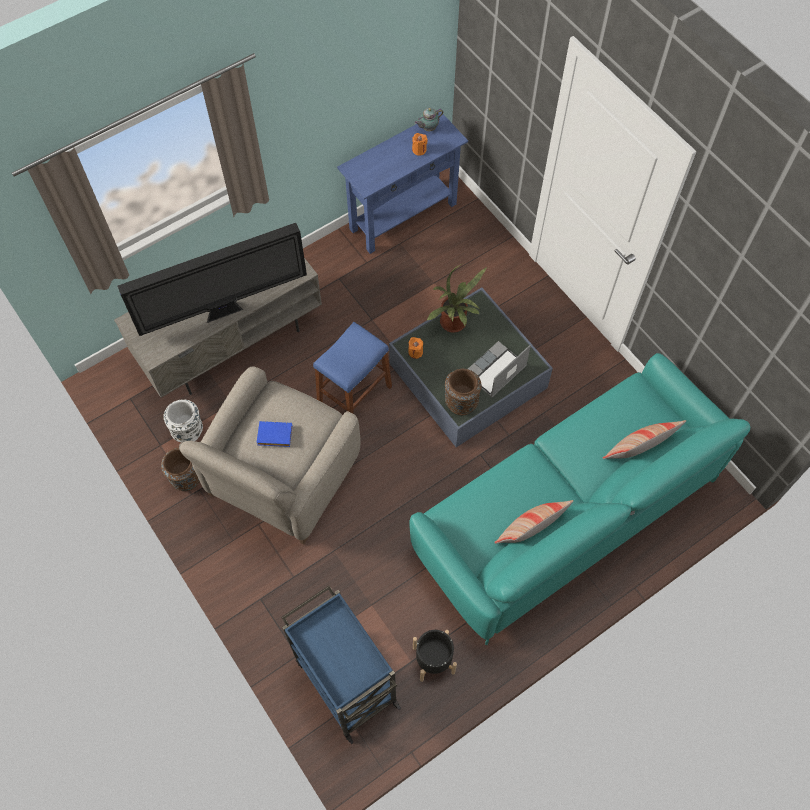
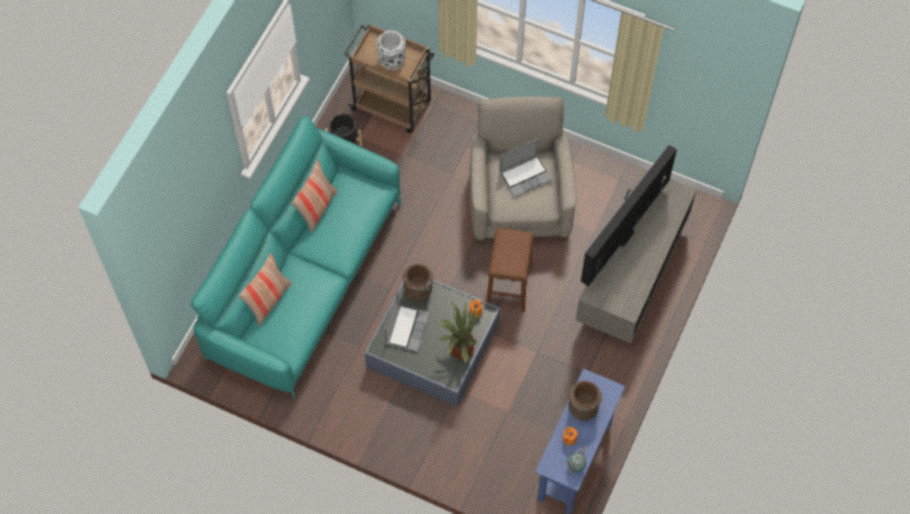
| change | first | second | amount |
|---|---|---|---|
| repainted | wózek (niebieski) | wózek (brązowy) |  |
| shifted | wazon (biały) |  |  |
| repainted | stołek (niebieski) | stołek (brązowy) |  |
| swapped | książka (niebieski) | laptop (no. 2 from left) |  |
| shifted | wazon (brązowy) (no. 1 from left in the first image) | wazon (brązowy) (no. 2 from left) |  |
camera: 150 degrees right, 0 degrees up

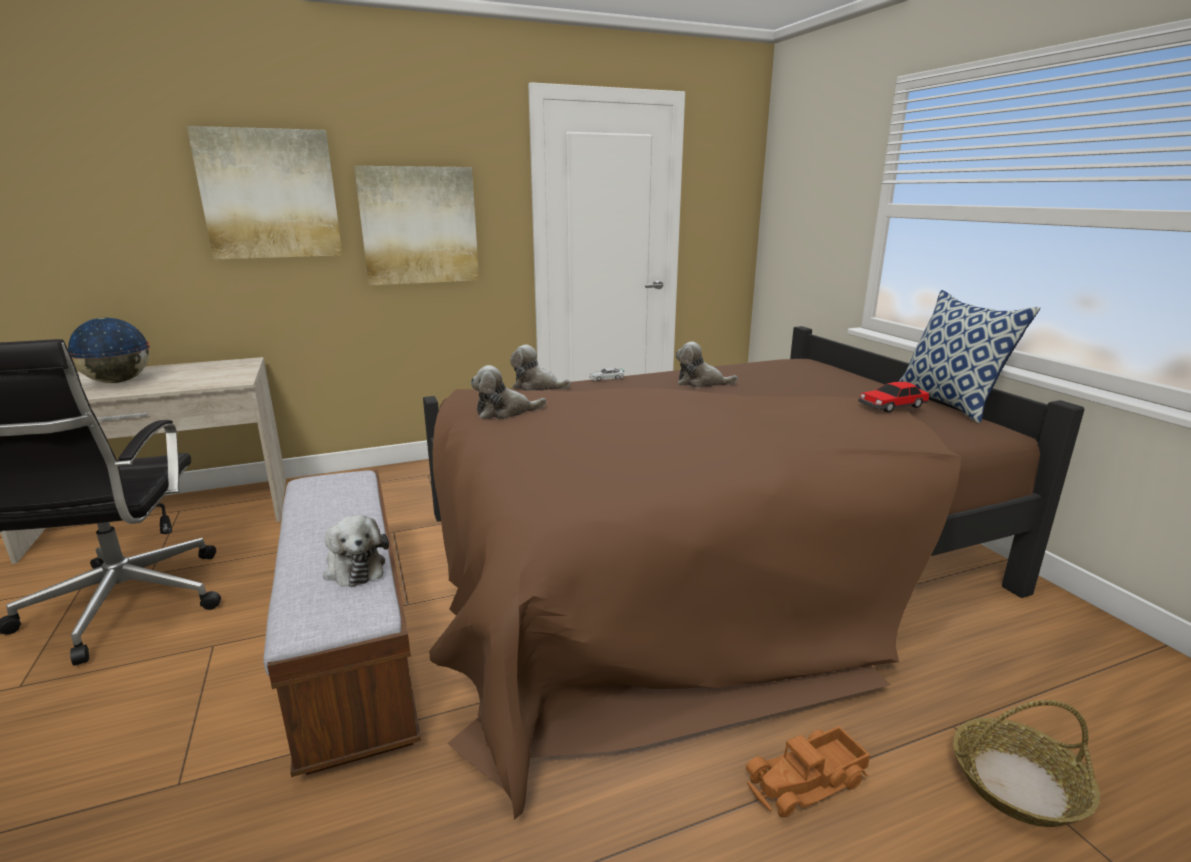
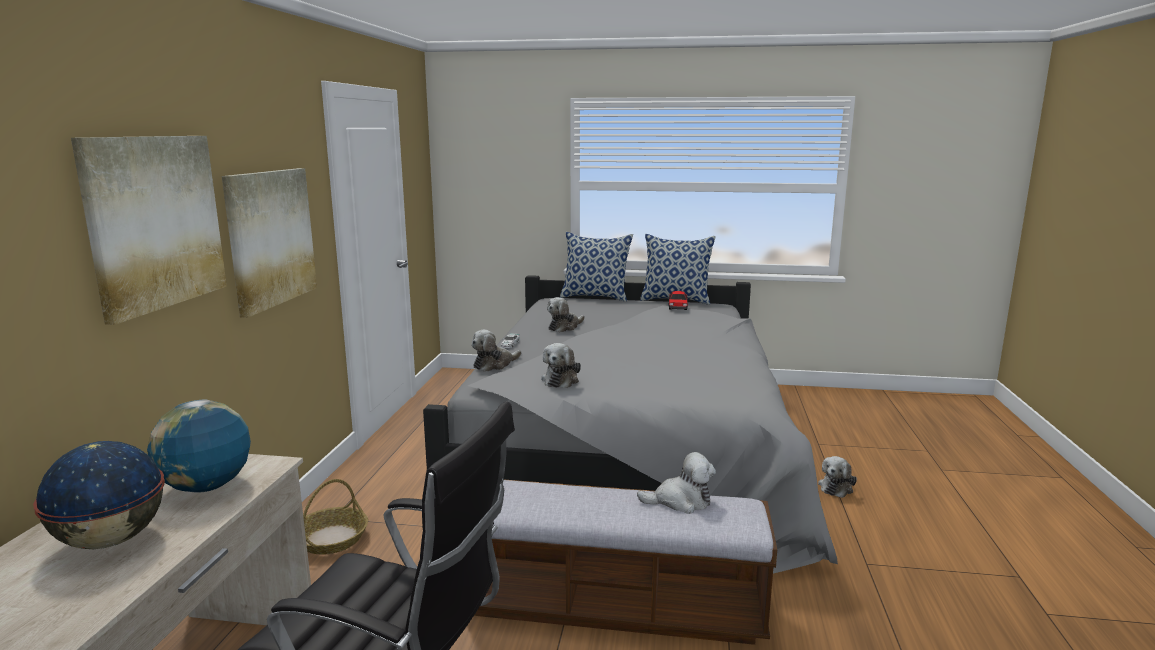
| change | first | second | amount |
|---|---|---|---|
| new |  | globus (no. 2 from left) |  |
| shifted | koszyk |  |  |
| repainted | łóżko (brązowy) | łóżko (szary) |  |
| new |  | poduszka (no. 1 from left) |  |
| swapped | ciężarówka zabawkowa | pluszak (no. 5 from left) |  |
camera: 60 degrees left, 5 degrees down

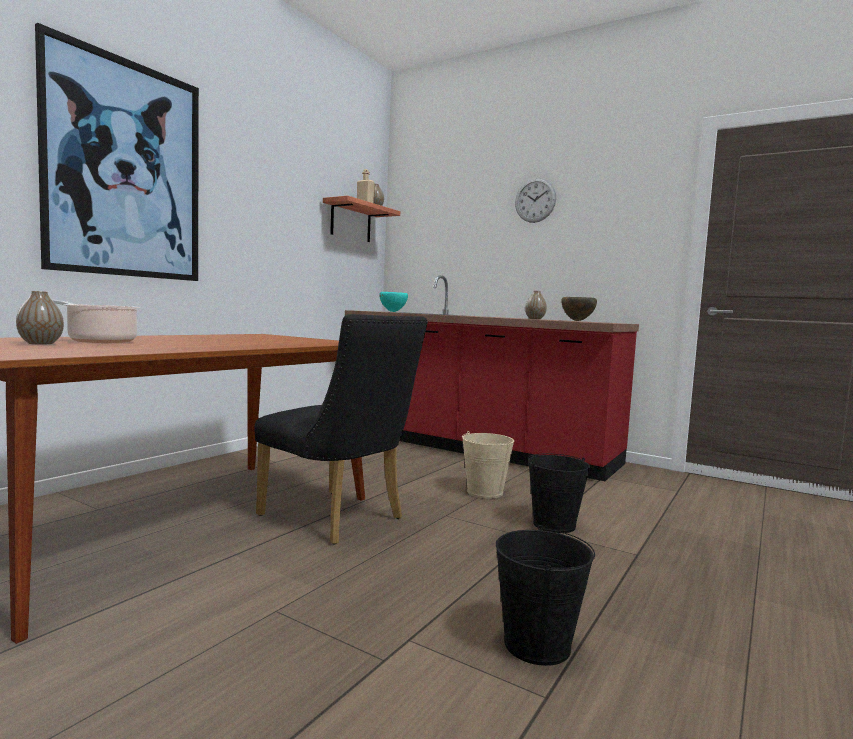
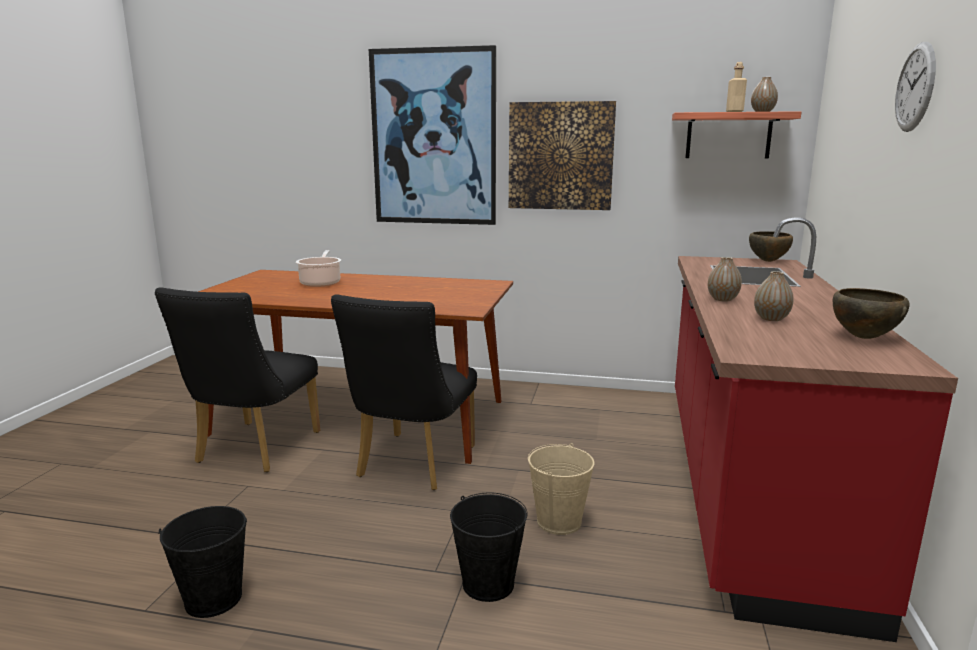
| change | first | second | amount |
|---|---|---|---|
| new |  | krzesło (czarny) (no. 1 from left) |  |
| new |  | obraz (no. 2 from left) |  |
| shifted | wazon (no. 1 from left) |  |  |
| repainted | miska (turkusowy) | miska (brązowy) (no. 1 from left) |  |
camera: 70 degrees right, 10 degrees up

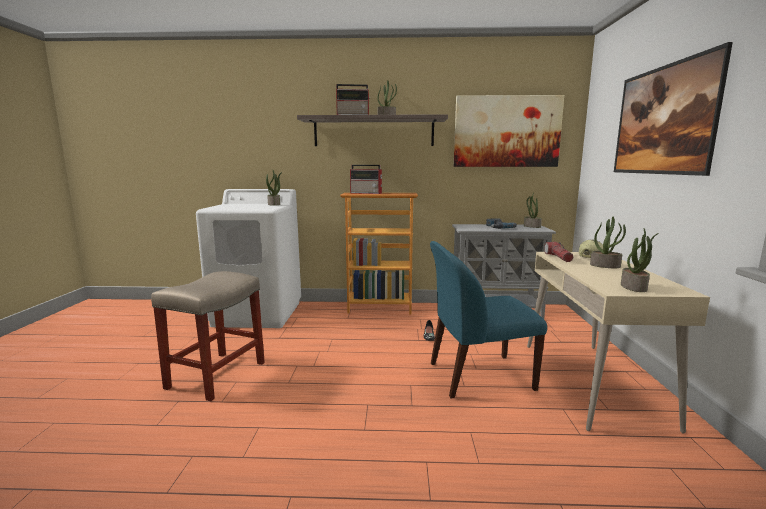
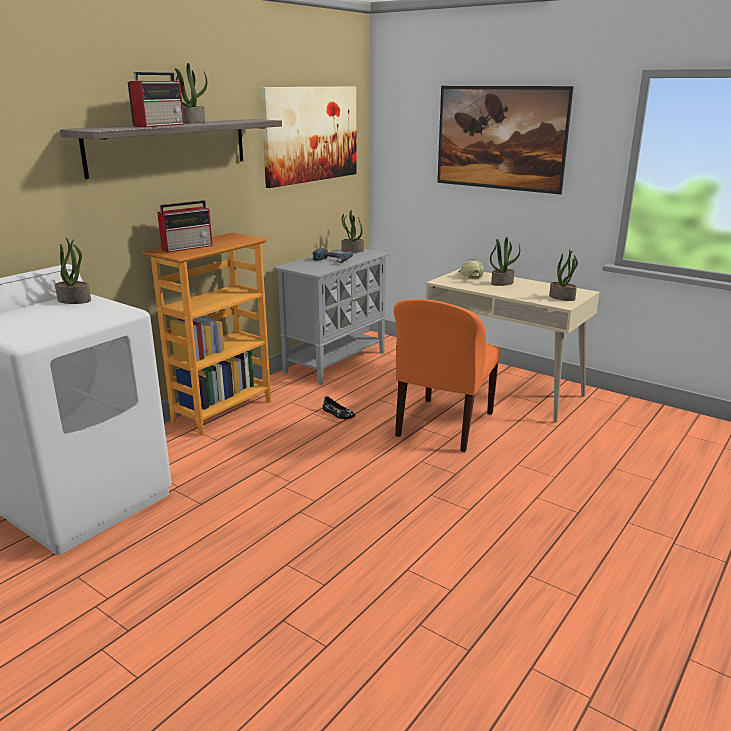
| change | first | second | amount |
|---|---|---|---|
| repainted | krzesło (niebieski) | krzesło (pomarańczowy) |  |
| gone | stołek (beżowy) |  |  |
| gone | latarka |  |  |
camera: 55 degrees left, 10 degrees up

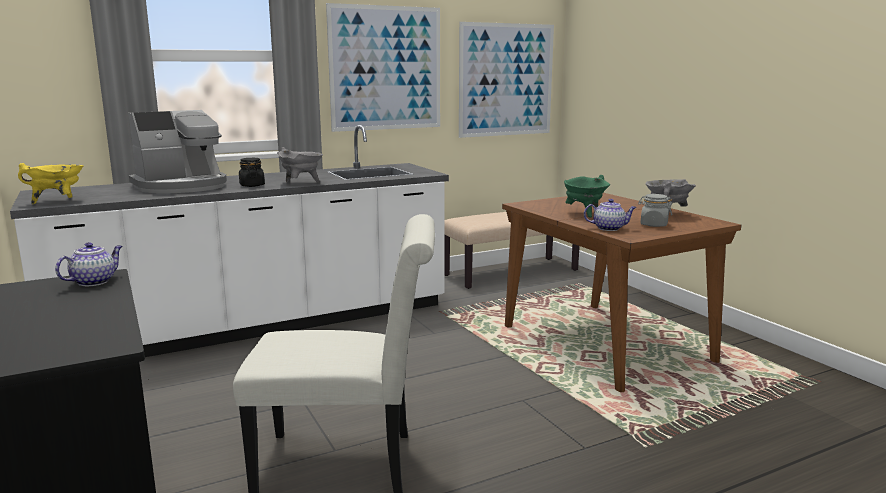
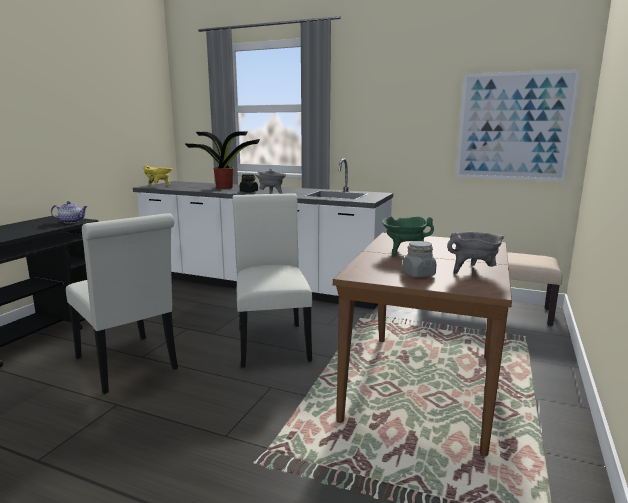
| change | first | second | amount |
|---|---|---|---|
| swapped | ekspres do kawy | roślina doniczkowa |  |
| new |  | krzesło (biały) (no. 2 from left) |  |
| gone | obraz (no. 1 from left) |  |  |
| gone | imbryk (no. 2 from left) |  |  |
camera: 50 degrees right, 0 degrees up

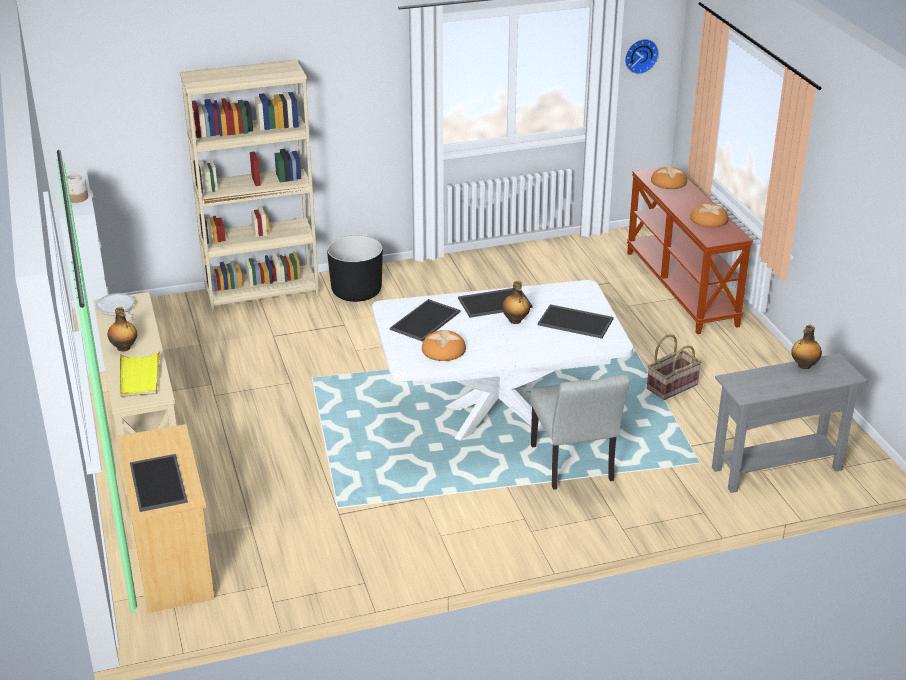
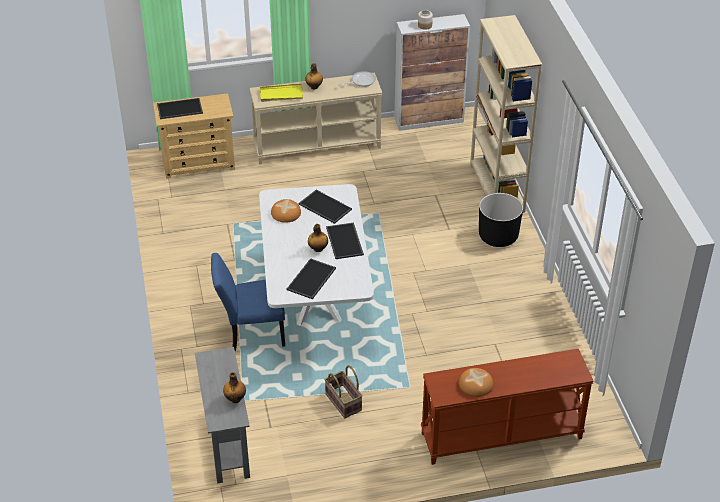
| change | first | second | amount |
|---|---|---|---|
| repainted | krzesło (szary) | krzesło (niebieski) |  |
| gone | zegar ścienny |  |  |
| gone | chleb (no. 2 from left) |  |  |
camera: 95 degrees right, 10 degrees up

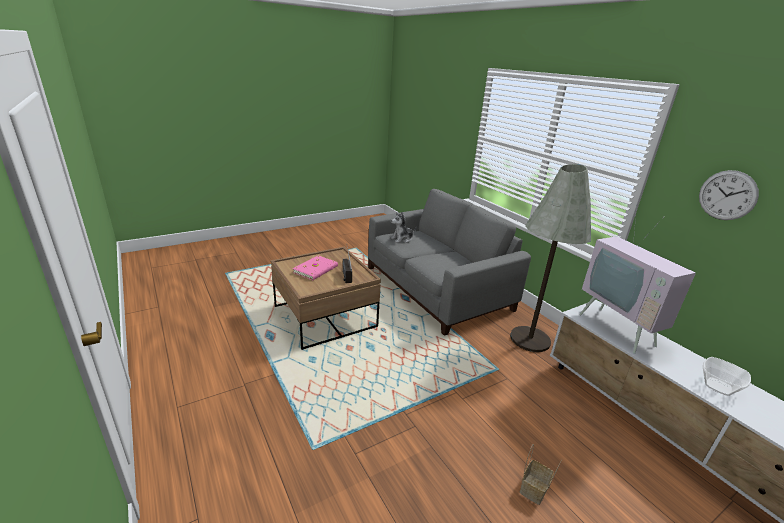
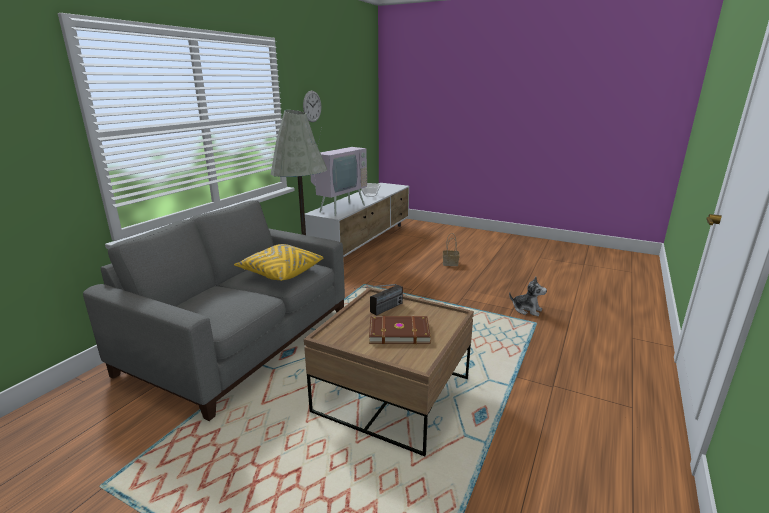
| change | first | second | amount |
|---|---|---|---|
| new |  | poduszka (żółty) |  |
| repainted | książka (różowy) | książka (brązowy) |  |
| shifted | pluszak |  |  |
camera: 120 degrees left, 5 degrees down

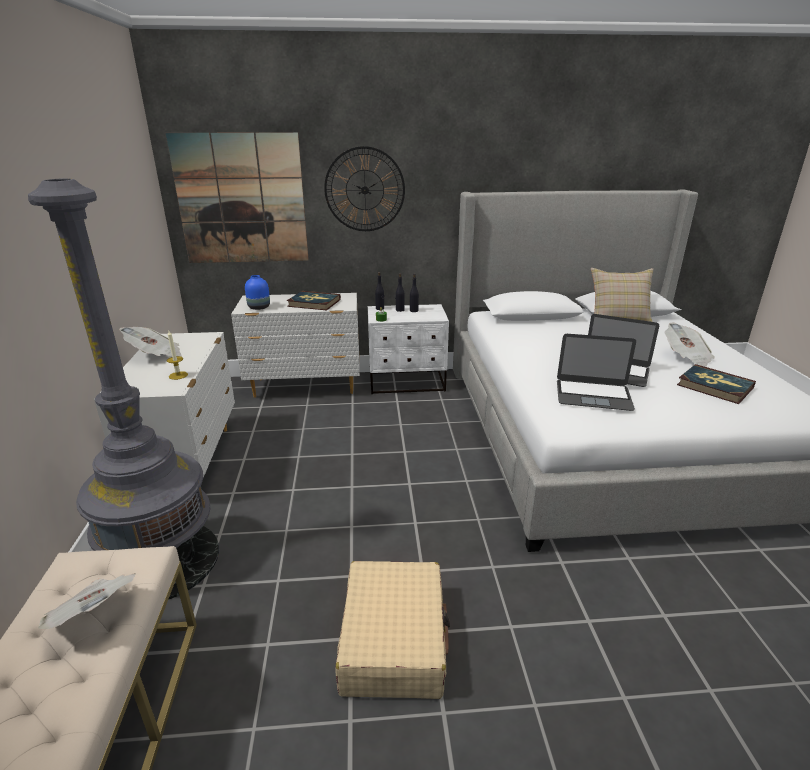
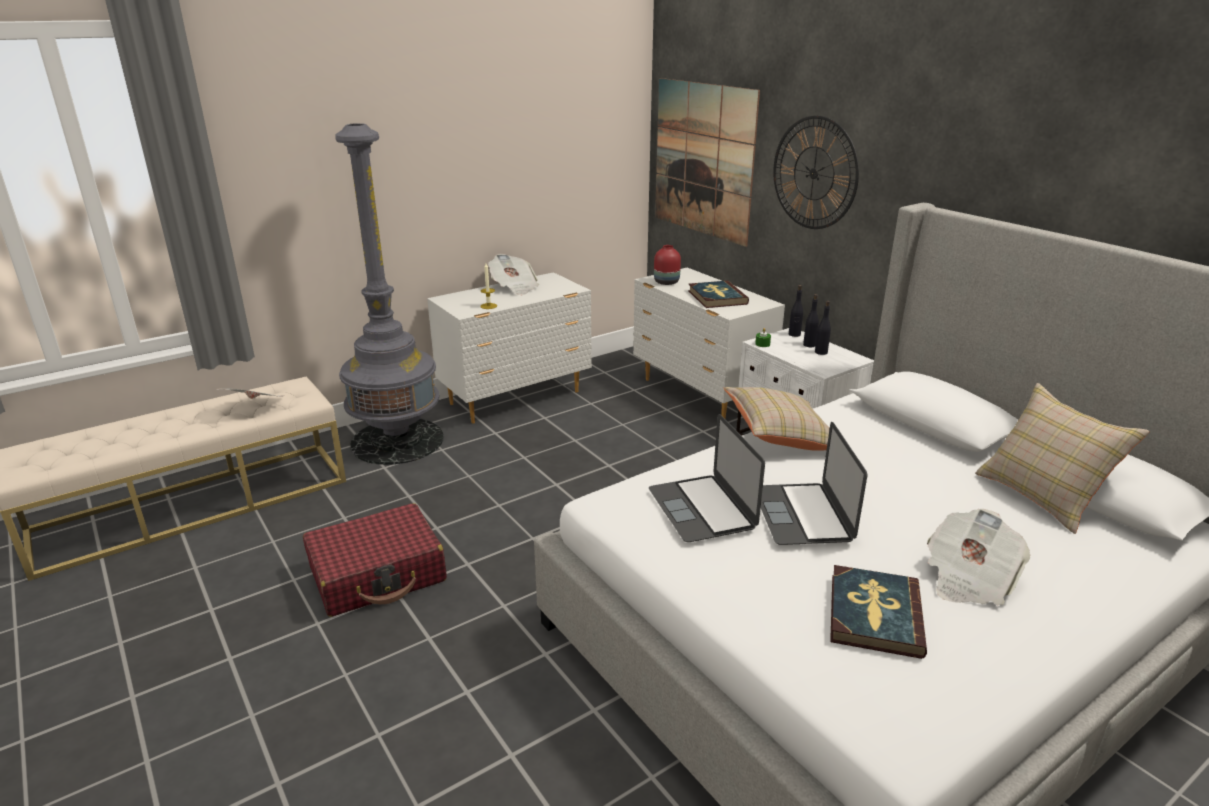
| change | first | second | amount |
|---|---|---|---|
| repainted | walizka (beżowy) | walizka (czerwony) |  |
| repainted | wazon (niebieski) | wazon (czerwony) |  |
| new |  | poduszka (beżowy) (no. 1 from left) |  |
camera: 60 degrees right, 0 degrees up

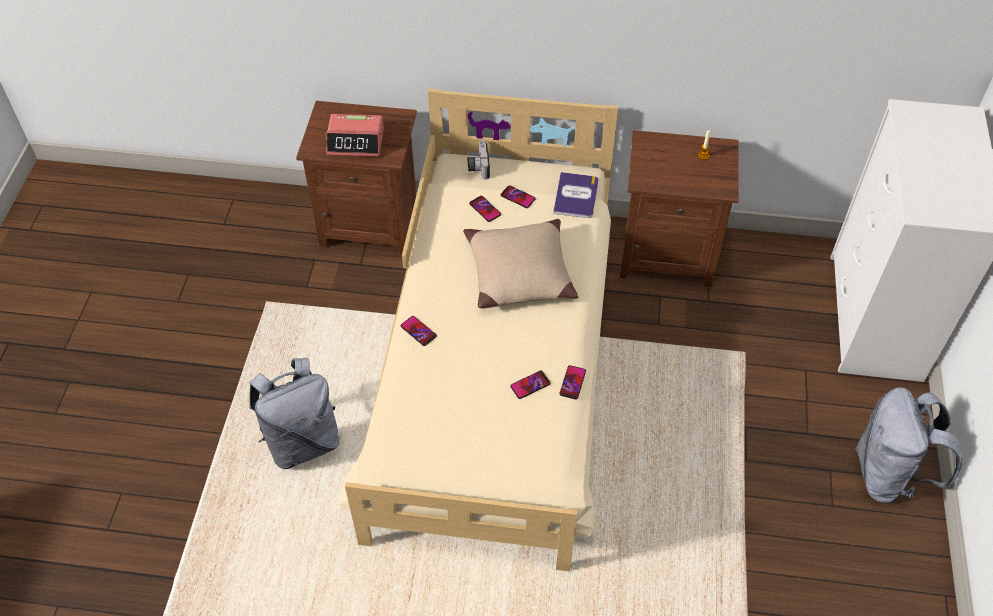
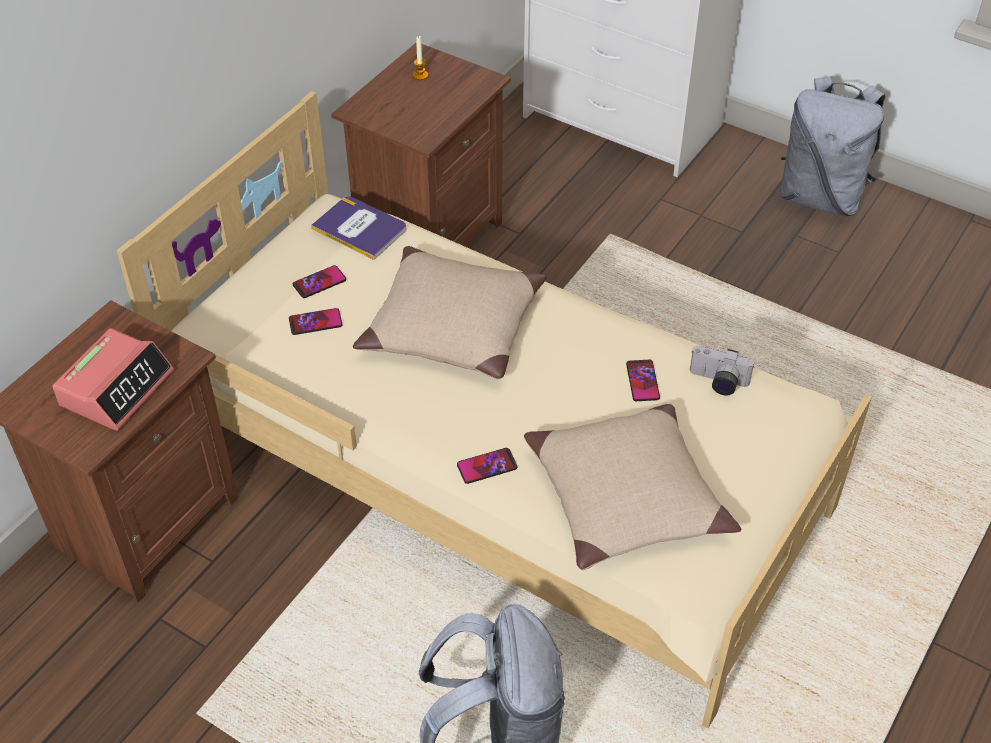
| change | first | second | amount |
|---|---|---|---|
| new |  | poduszka (beżowy) (no. 2 from left) |  |
| shifted | aparat fotograficzny |  |  |
| gone | telefon (no. 5 from left) |  |  |
camera: 65 degrees left, 5 degrees down

